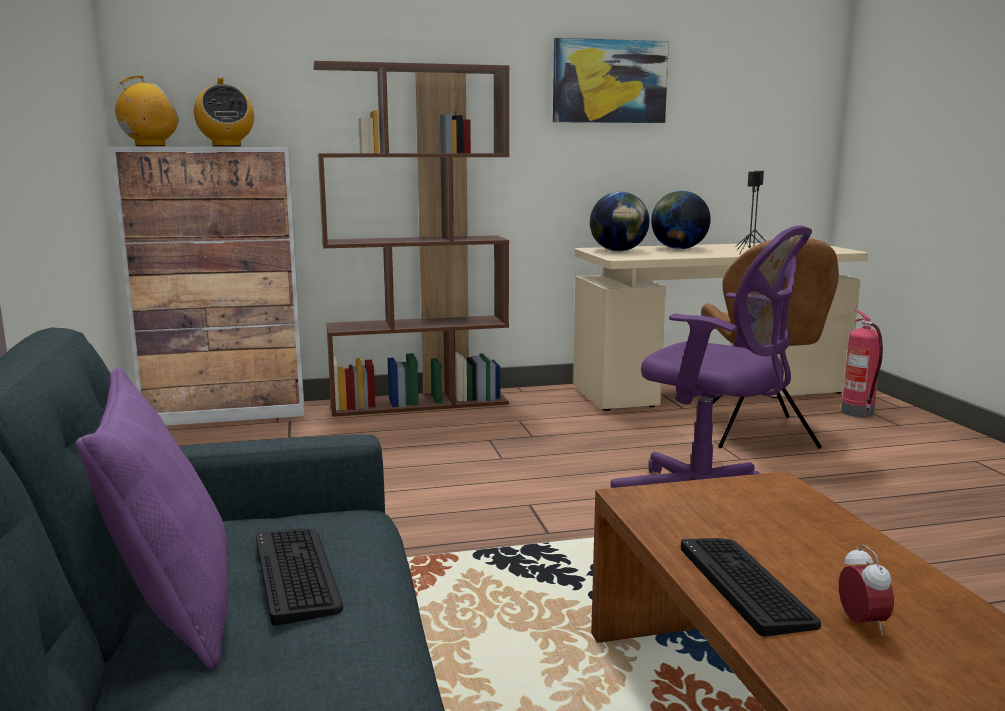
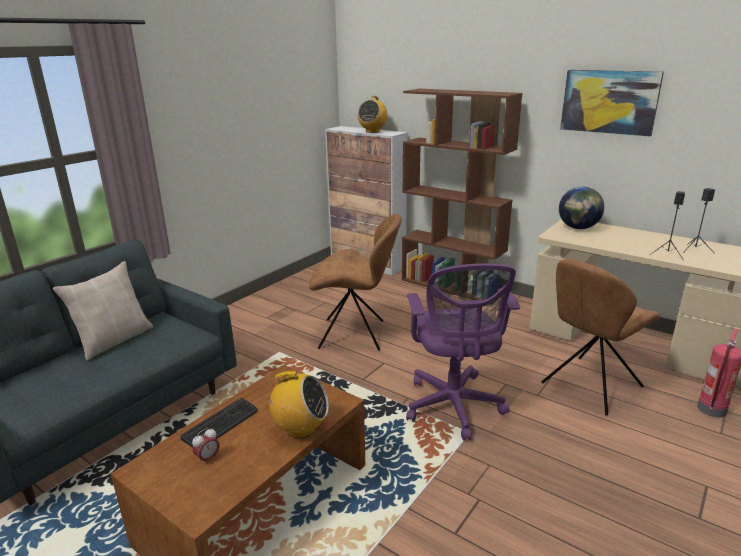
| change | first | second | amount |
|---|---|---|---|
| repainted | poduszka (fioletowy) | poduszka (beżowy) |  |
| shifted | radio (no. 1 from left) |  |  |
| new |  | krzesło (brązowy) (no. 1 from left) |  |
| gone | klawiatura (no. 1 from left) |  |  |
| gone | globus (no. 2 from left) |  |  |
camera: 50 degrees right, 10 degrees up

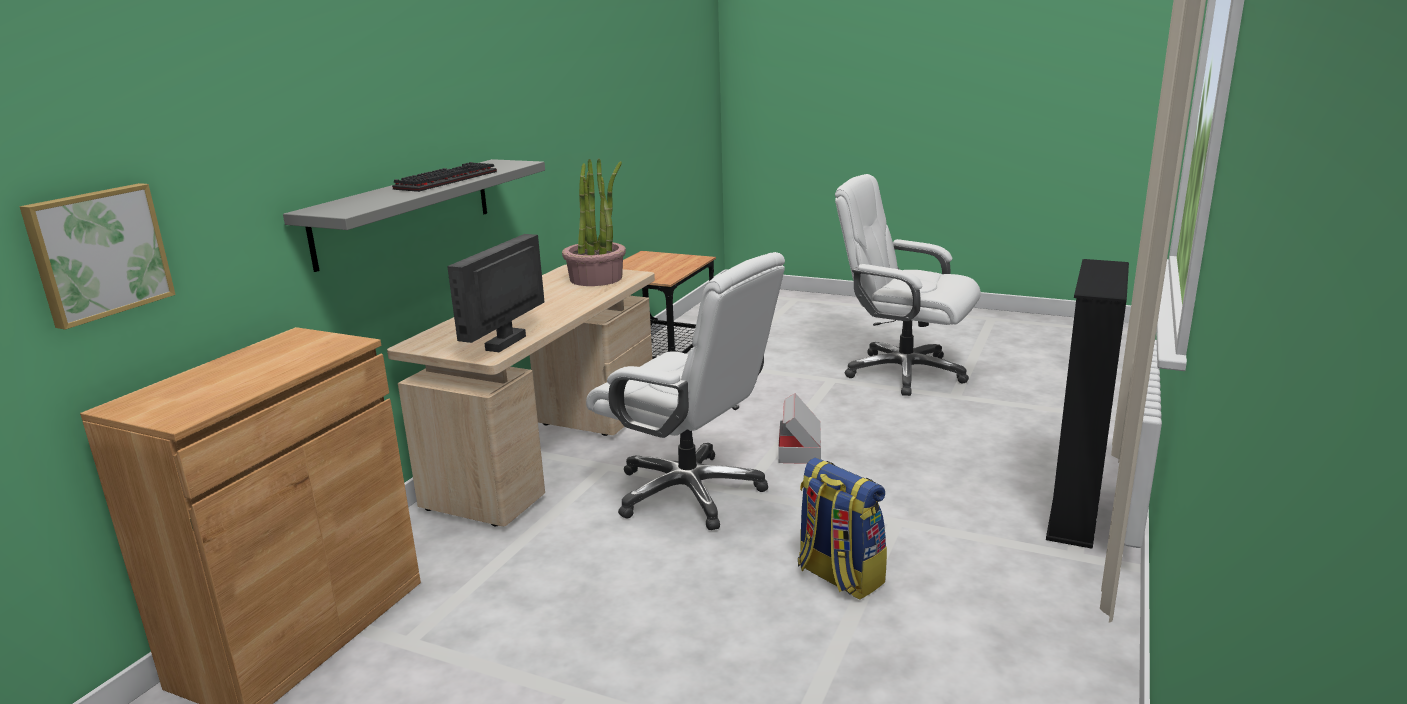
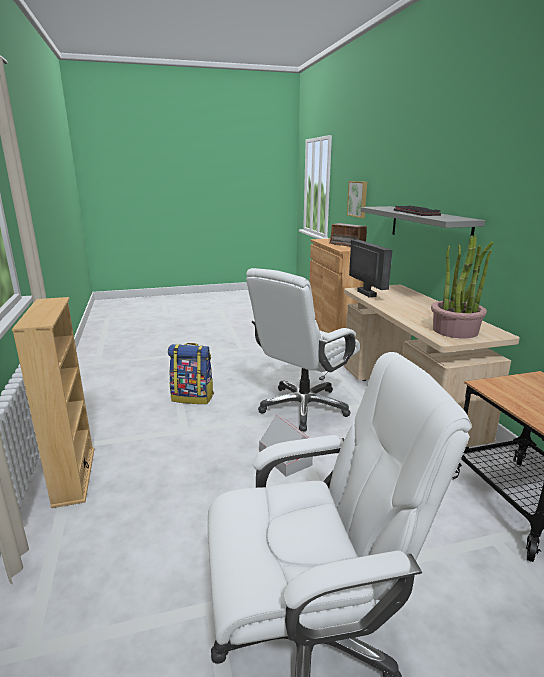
| change | first | second | amount |
|---|---|---|---|
| repainted | regał (czarny) | regał (beżowy) |  |
| rotated | krzesło biurowe (biały) (no. 1 from left) |  | 45 degrees counterclockwise |
| new |  | radio |  |
camera: 140 degrees right, 0 degrees up

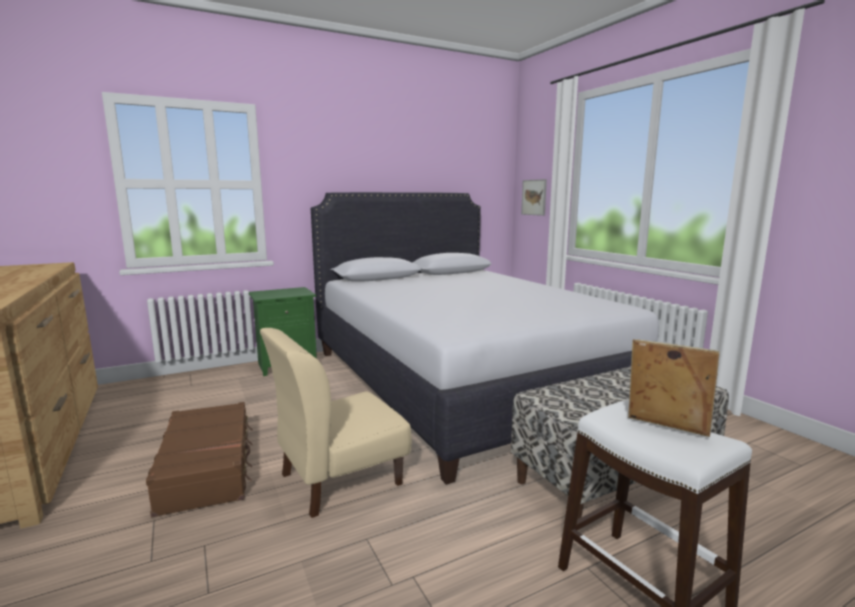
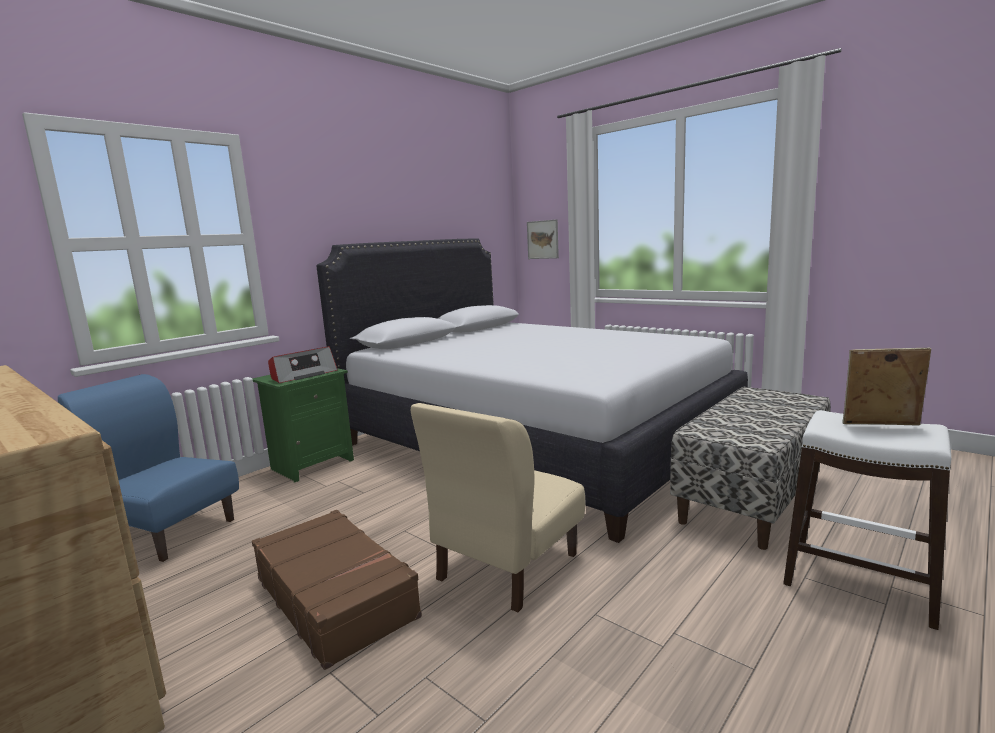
| change | first | second | amount |
|---|---|---|---|
| new |  | krzesło (niebieski) |  |
| new |  | radio |  |
camera: 20 degrees left, 0 degrees up

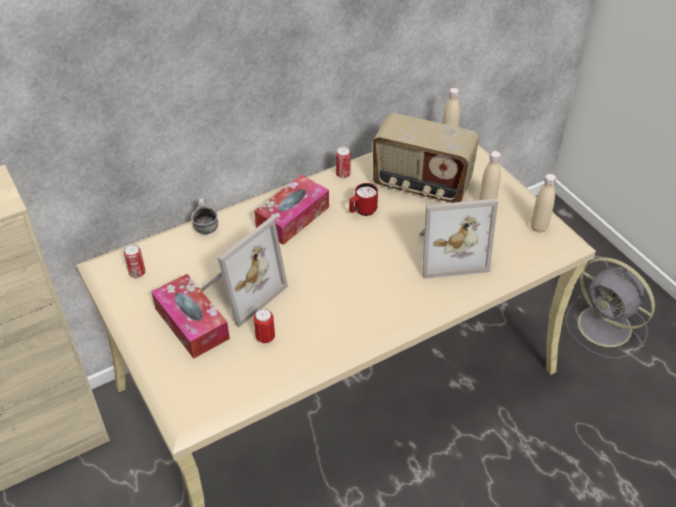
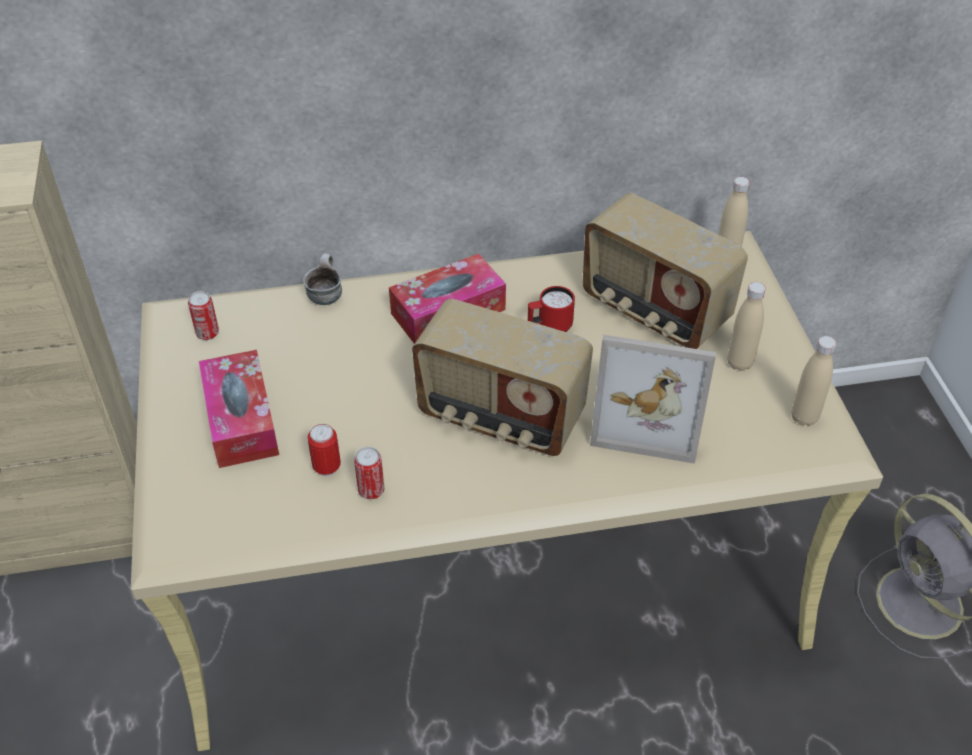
| change | first | second | amount |
|---|---|---|---|
| shifted | puszka (no. 3 from left) |  |  |
| new |  | radio (no. 1 from left) |  |
| gone | ramka na zdjęcie (no. 1 from left) |  |  |
camera: 20 degrees right, 0 degrees up

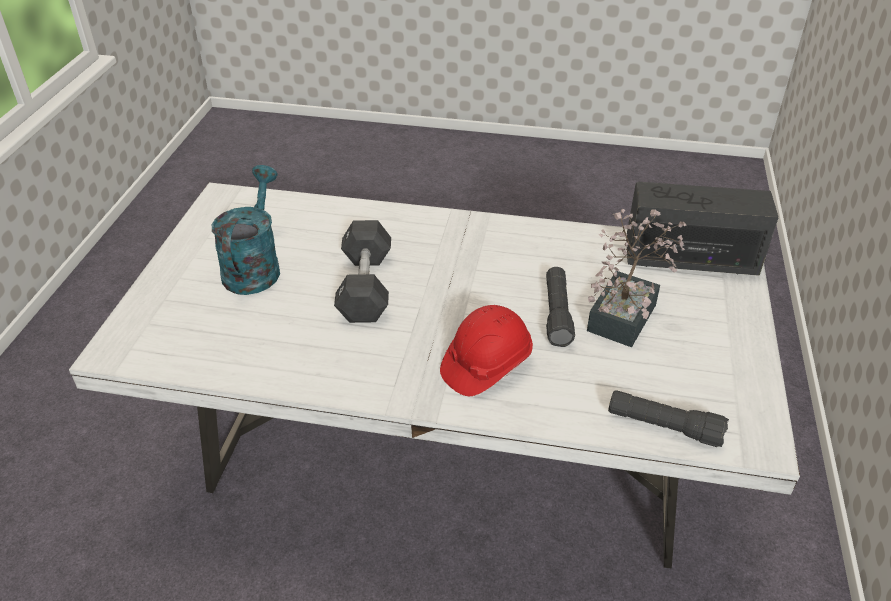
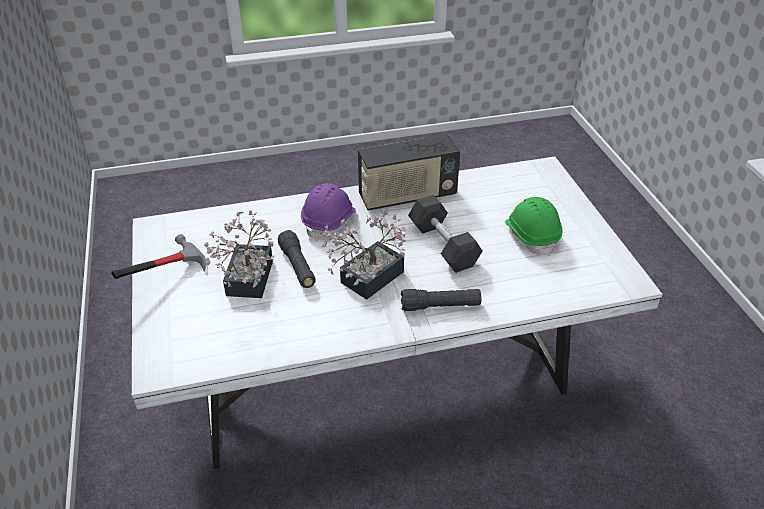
| change | first | second | amount |
|---|---|---|---|
| new |  | młotek |  |
| repainted | kask (czerwony) | kask (fioletowy) |  |
| new |  | roślina doniczkowa (no. 2 from left) |  |
| shifted | radio |  |  |
| shifted | latarka (czarny) (no. 2 from left) |  |  |
| swapped | konewka (turkusowy) | kask (zielony) |  |
camera: 155 degrees right, 0 degrees up

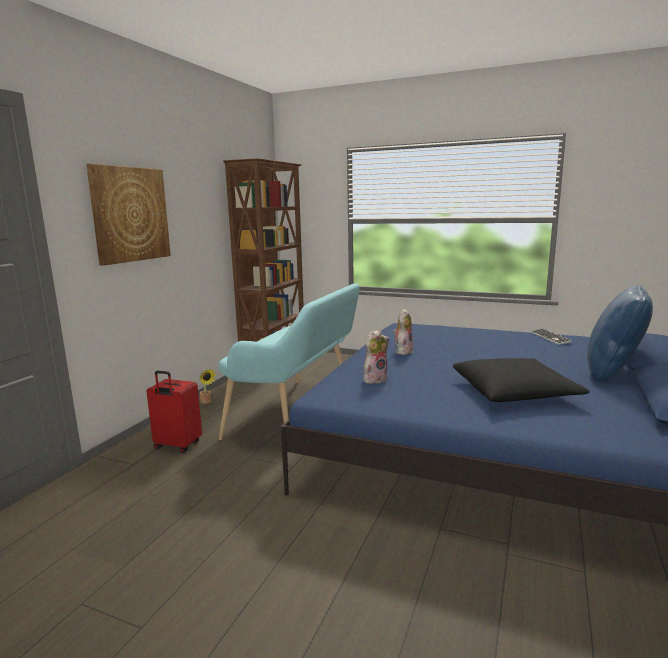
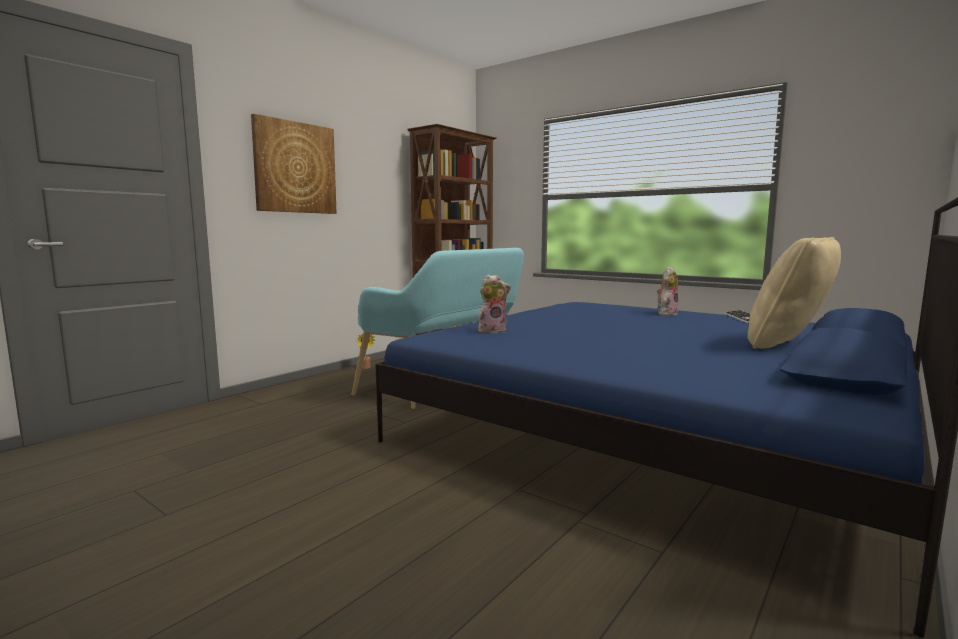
| change | first | second | amount |
|---|---|---|---|
| shifted | pluszak (no. 2 from left) |  |  |
| repainted | poduszka (niebieski) | poduszka (beżowy) |  |
| gone | walizka (czerwony) |  |  |
| gone | poduszka (czarny) |  |  |
camera: 15 degrees right, 5 degrees down

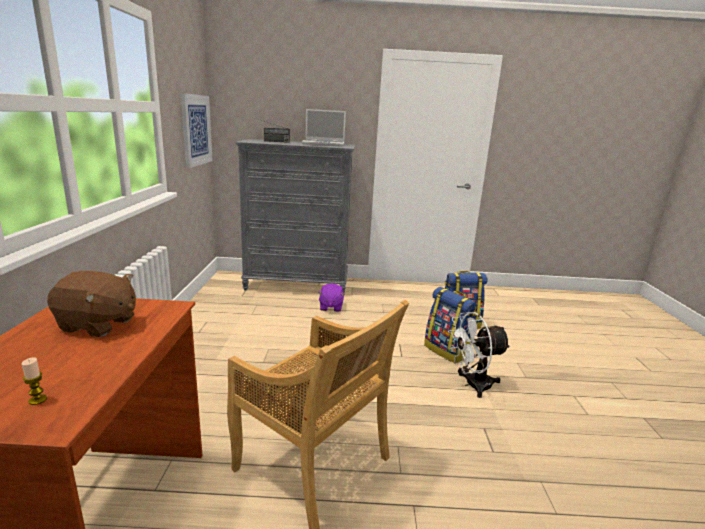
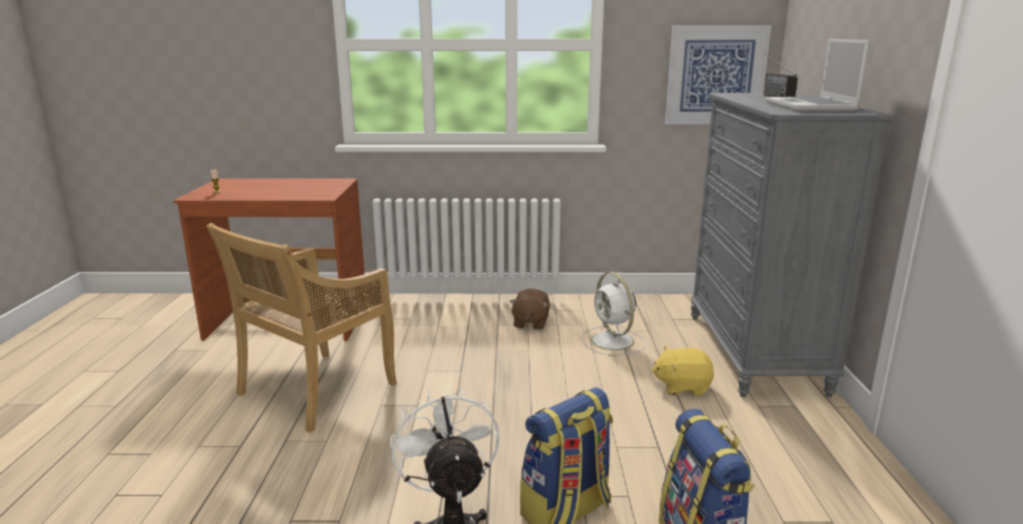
| change | first | second | amount |
|---|---|---|---|
| shifted | pluszak (brązowy) |  |  |
| new |  | wentylator (biały) (no. 2 from left) |  |
| repainted | pluszak (fioletowy) | pluszak (żółty) |  |
camera: 90 degrees right, 0 degrees up

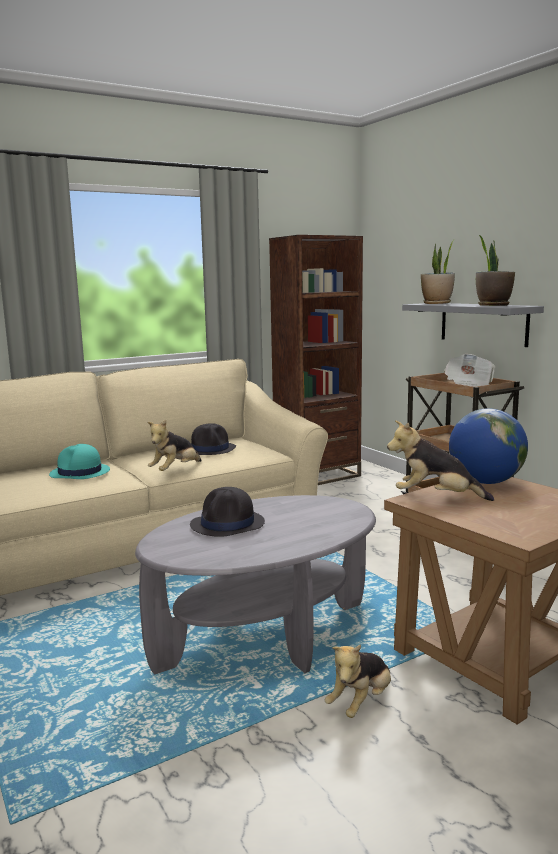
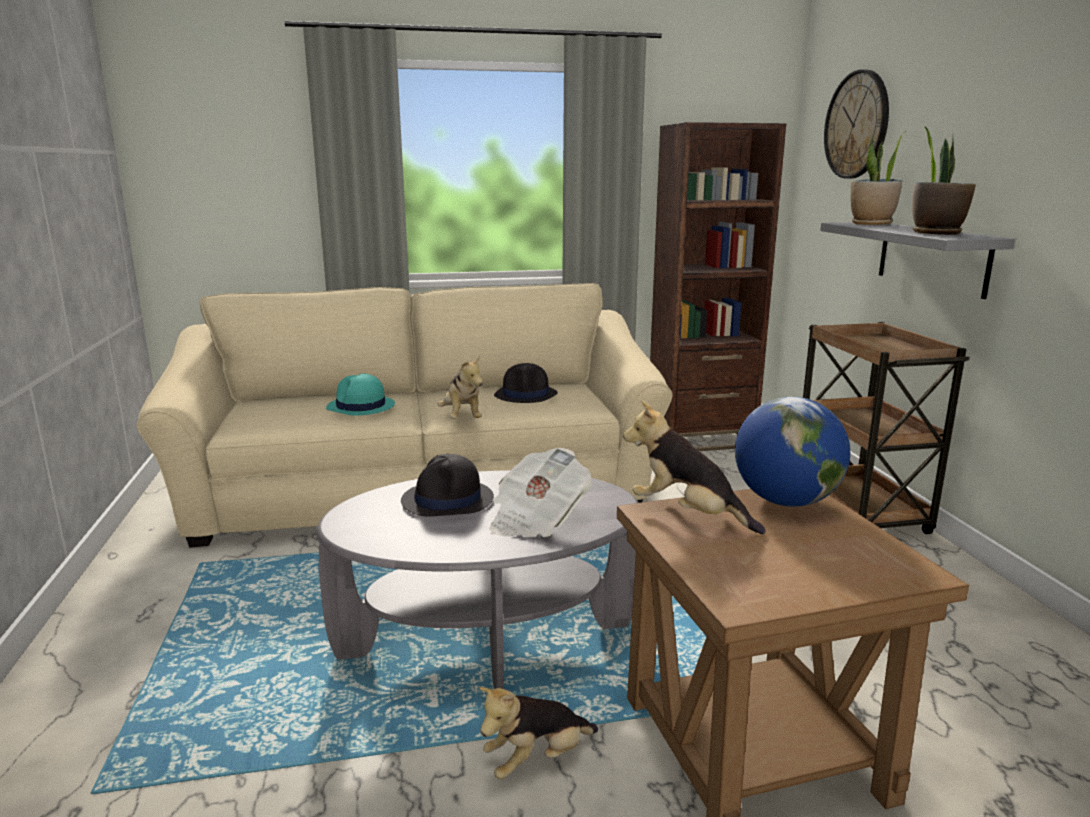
| change | first | second | amount |
|---|---|---|---|
| rotated | pluszak (no. 1 from left) |  | 75 degrees counterclockwise |
| shifted | gazeta |  |  |
| new |  | zegar ścienny |  |
camera: 20 degrees right, 5 degrees up

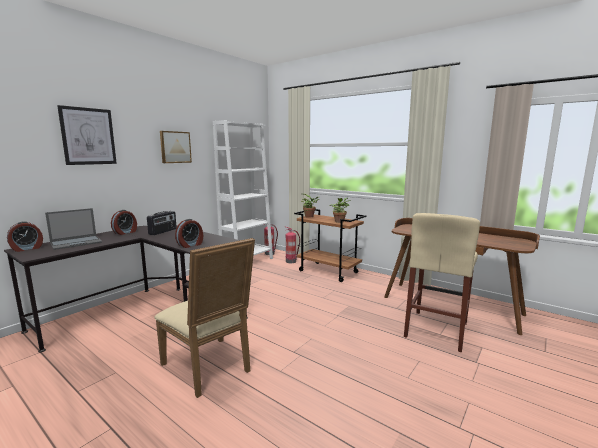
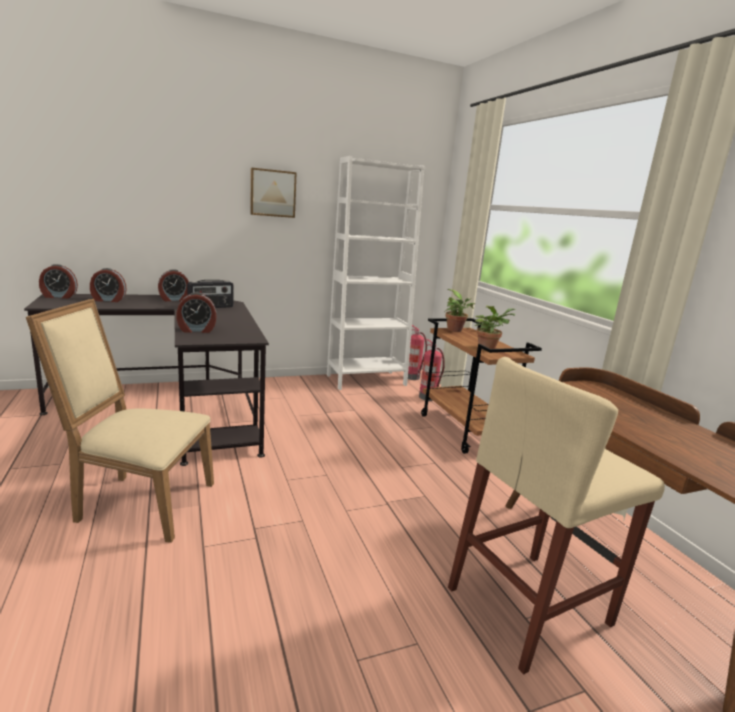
| change | first | second | amount |
|---|---|---|---|
| rotated | krzesło (beżowy) |  | 105 degrees clockwise |
| swapped | laptop | budzik (no. 2 from left) |  |
| gone | obraz (no. 1 from left) |  |  |
camera: 30 degrees right, 5 degrees up

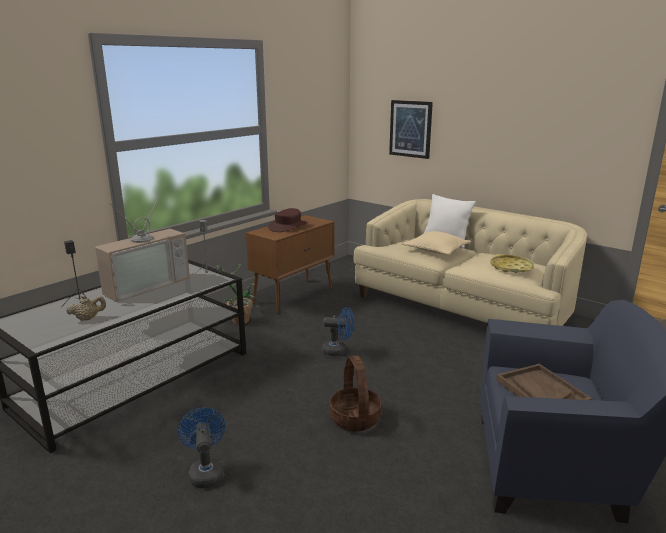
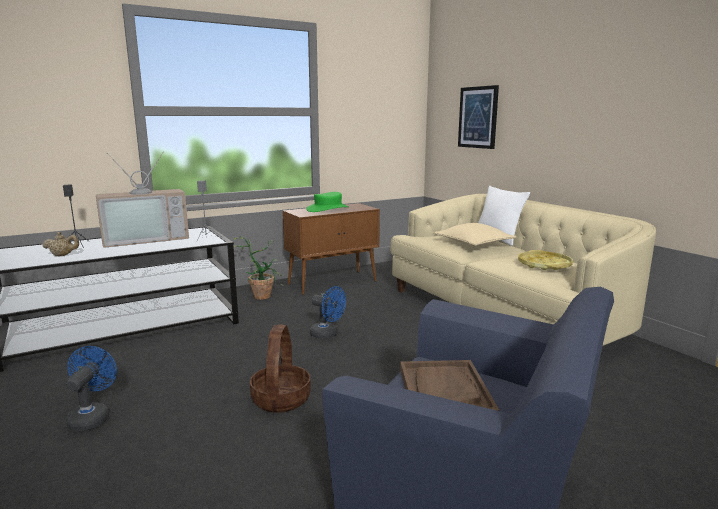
| change | first | second | amount |
|---|---|---|---|
| repainted | kapelusz (brązowy) | kapelusz (zielony) |  |
camera: 20 degrees right, 5 degrees down

